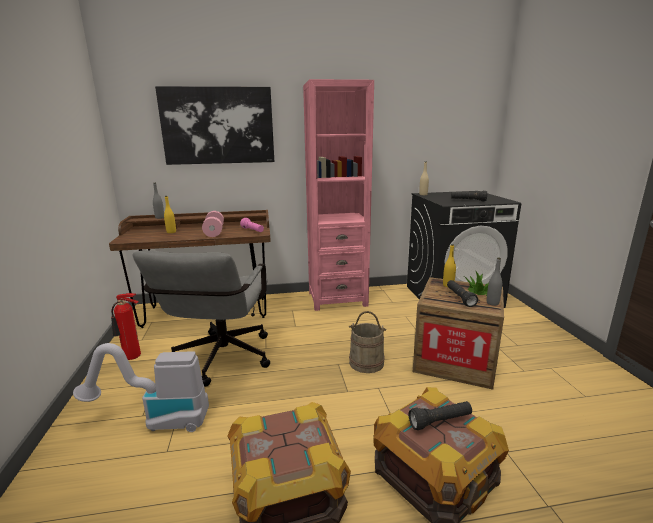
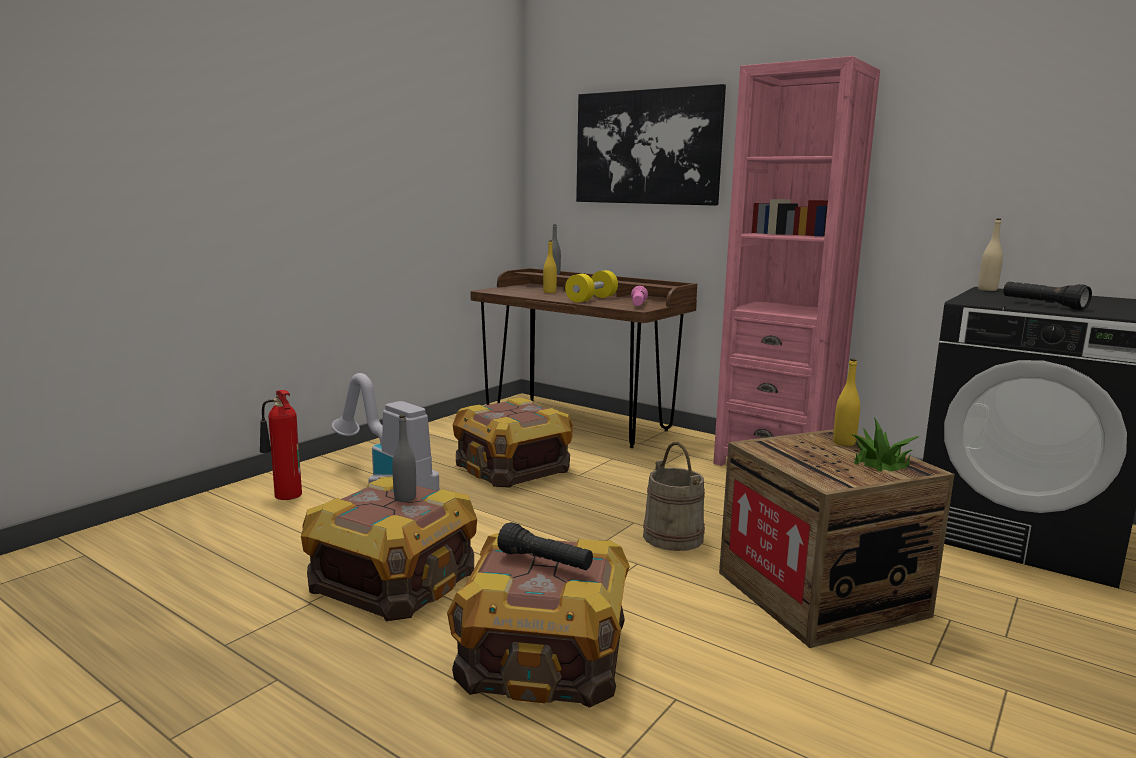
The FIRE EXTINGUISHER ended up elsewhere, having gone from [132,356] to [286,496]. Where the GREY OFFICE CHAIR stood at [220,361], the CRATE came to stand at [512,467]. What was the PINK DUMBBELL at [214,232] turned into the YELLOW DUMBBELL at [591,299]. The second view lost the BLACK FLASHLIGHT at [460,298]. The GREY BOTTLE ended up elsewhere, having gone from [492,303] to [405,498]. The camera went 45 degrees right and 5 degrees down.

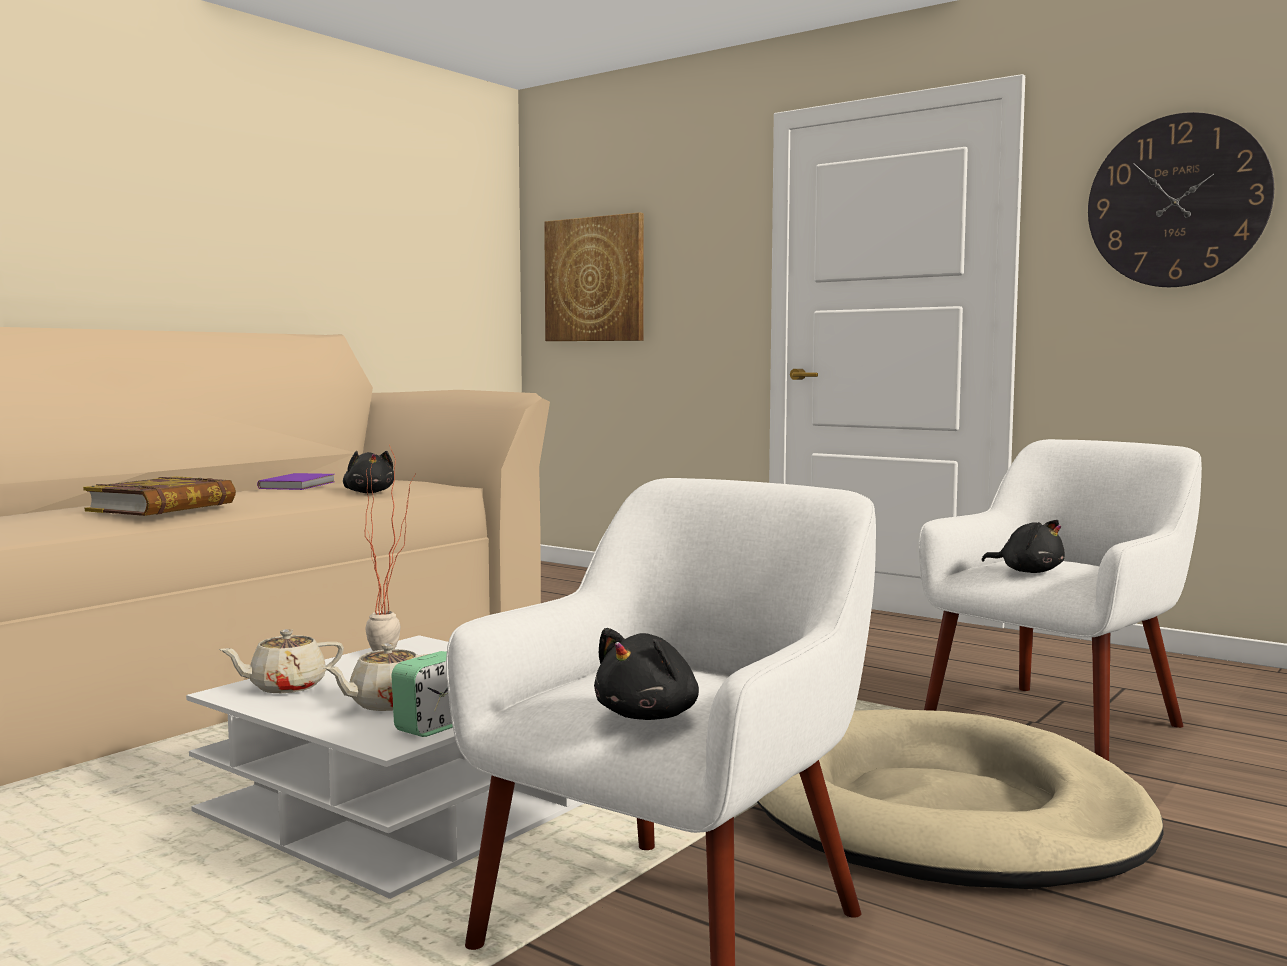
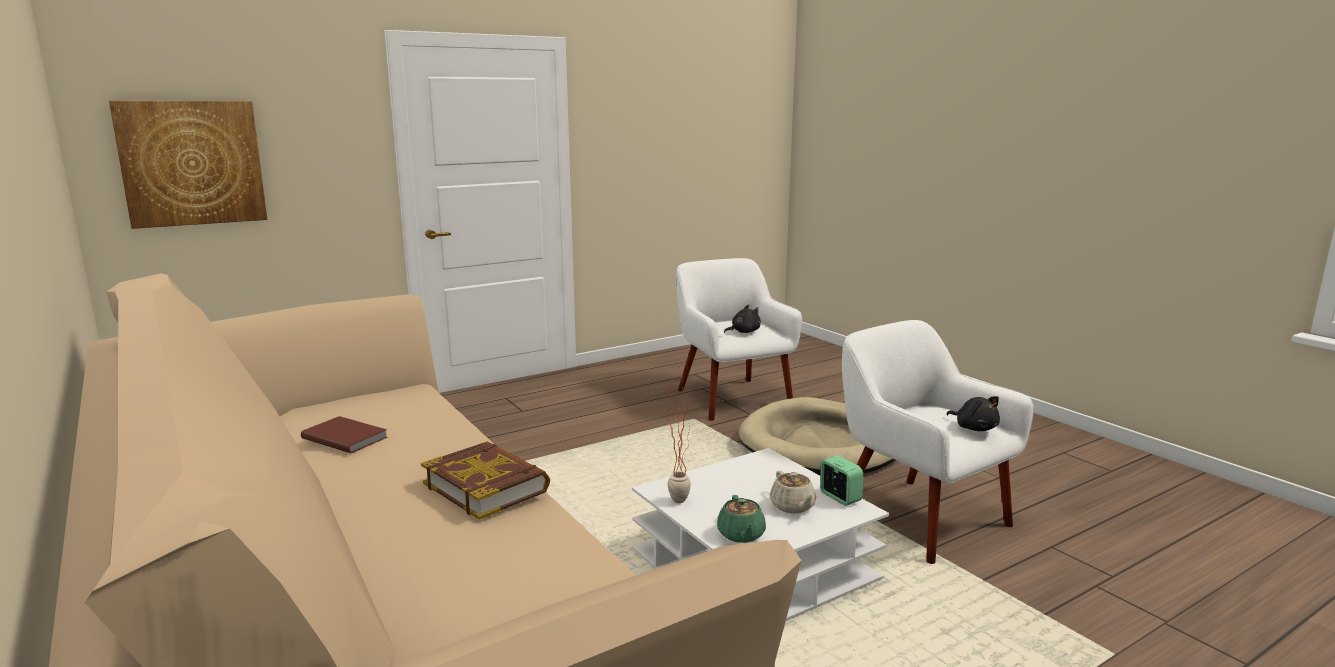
What was the BEIGE TEAPOT at [285,687] turned into the GREEN TEAPOT at [741,535]. What was the PURPLE BOOK at [299,485] turned into the BROWN BOOK at [345,437]. The second view lost the BLACK PLUSH TOY at [369,492]. The second view lost the WALL CLOCK at [1177,201]. The camera went 70 degrees left and 10 degrees up.

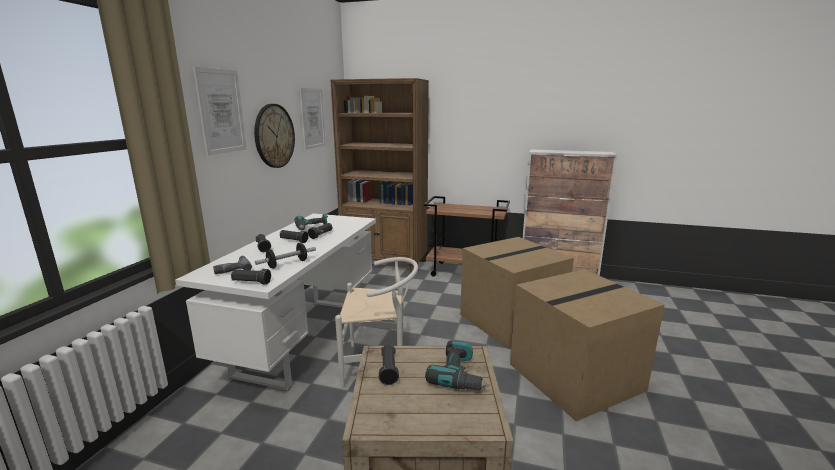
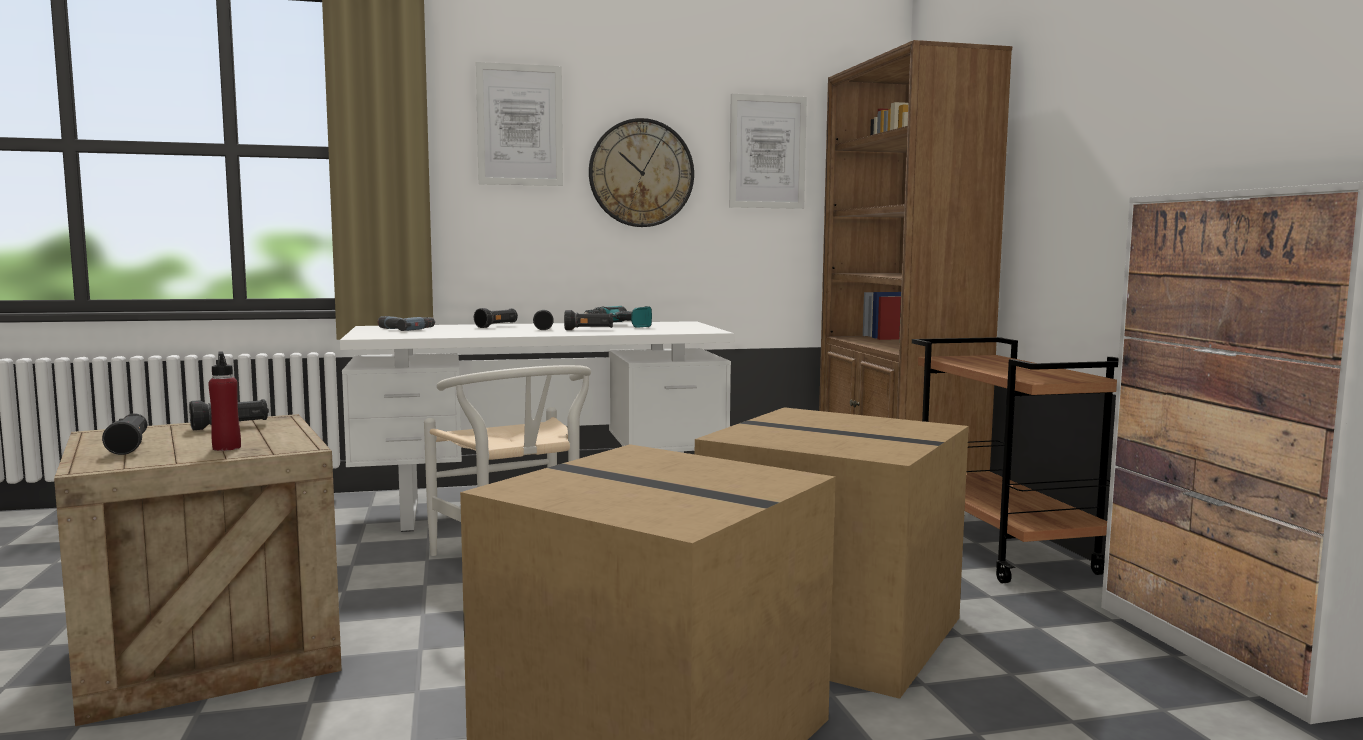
The BLACK FLASHLIGHT ended up elsewhere, having gone from [251,282] to [129,447]. The second view lost the DUMBBELL at [287,264]. Where the POWER DRILL stood at [459,375], the RED BOTTLE came to stand at [226,448]. The camera went 60 degrees right and 10 degrees down.

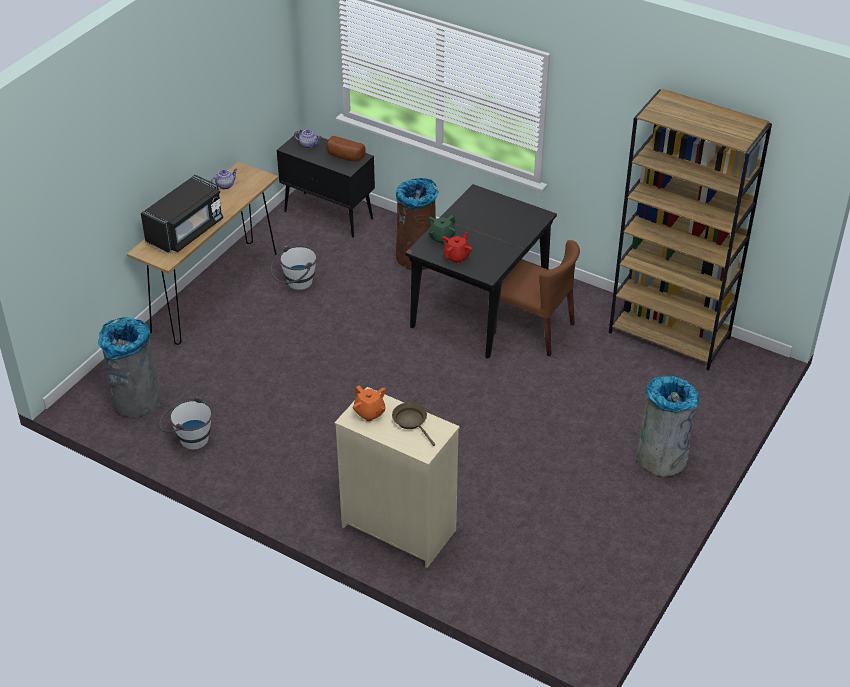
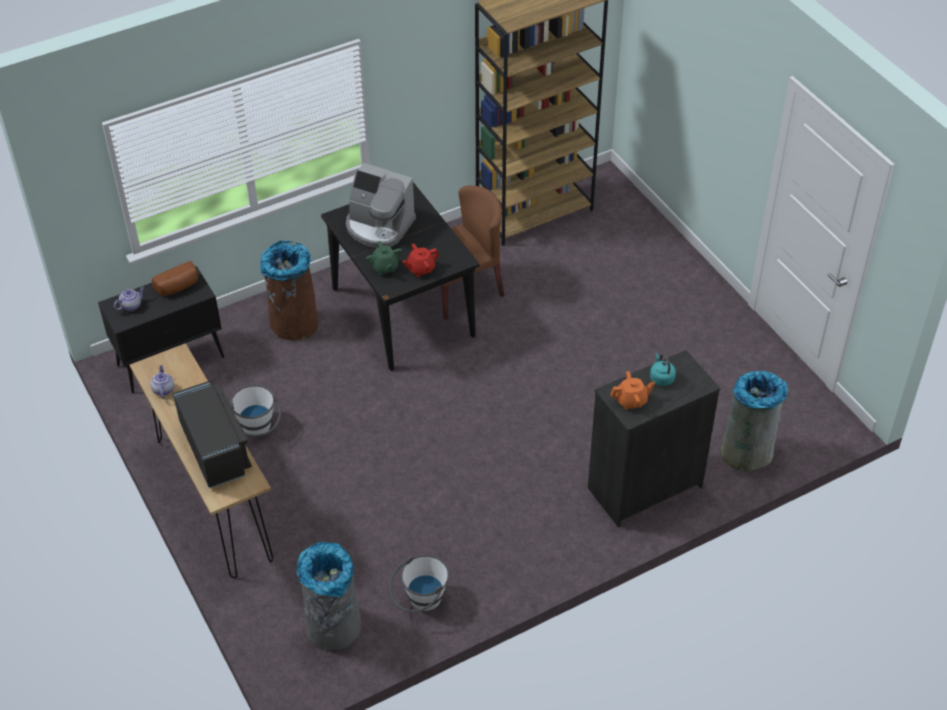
What was the BEIGE DRESSER at [399,528] turned into the BLACK DRESSER at [644,487]. Where the BROWN FRYING PAN stood at [411,422], the TURQUOISE KETTLE came to stand at [661,378]. The RED TEAPOT at [457,257] ended up facing another way, 90 degrees counterclockwise from before. The GREY TRASH CAN ended up elsewhere, having gone from [662,459] to [747,452]. The second view gained the COFFEE MACHINE at [379,226]. The camera went 60 degrees left and 5 degrees up.

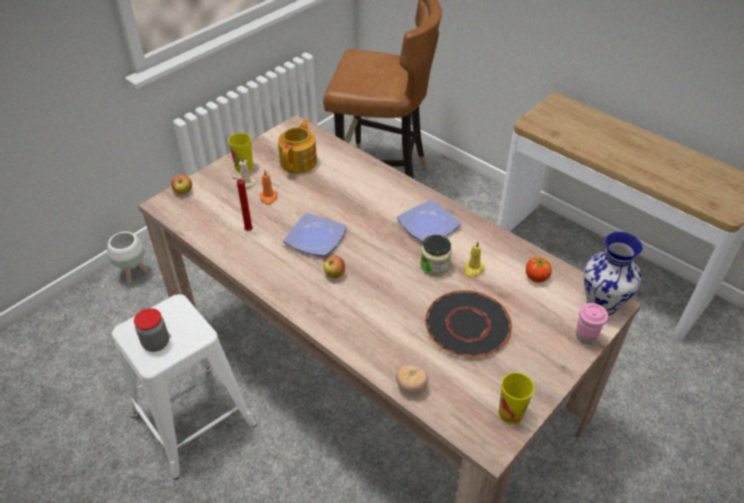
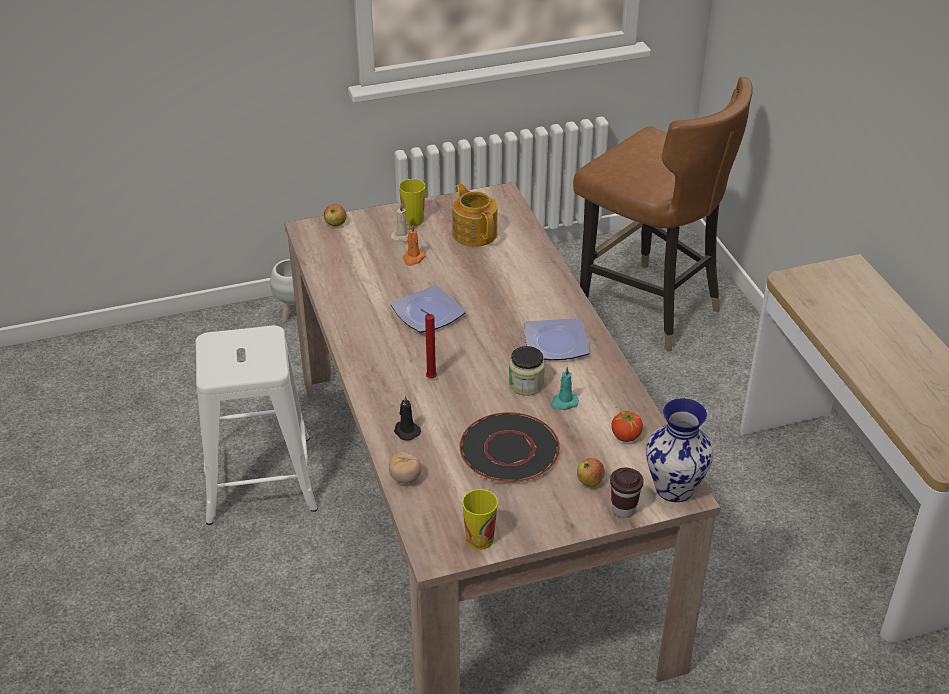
The second view lost the JAR at [156,343]. The RED CANDLE ended up elsewhere, having gone from [247,231] to [429,378]. The TEAPOT at [299,161] ended up facing another way, 75 degrees counterclockwise from before. The APPLE ended up elsewhere, having gone from [334,274] to [590,482]. What was the YELLOW CANDLE at [473,269] turned into the TURQUOISE CANDLE at [563,403]. What was the PINK CUP at [585,336] turned into the BROWN CUP at [623,509]. The second view gained the BLACK CANDLE at [406,431]. The camera went 30 degrees right and 5 degrees down.

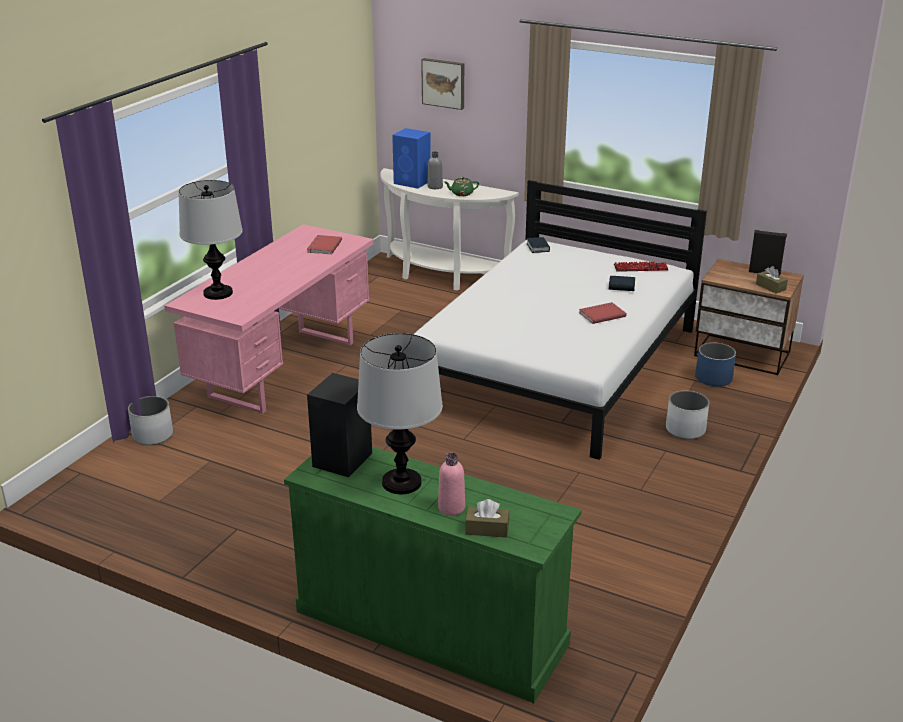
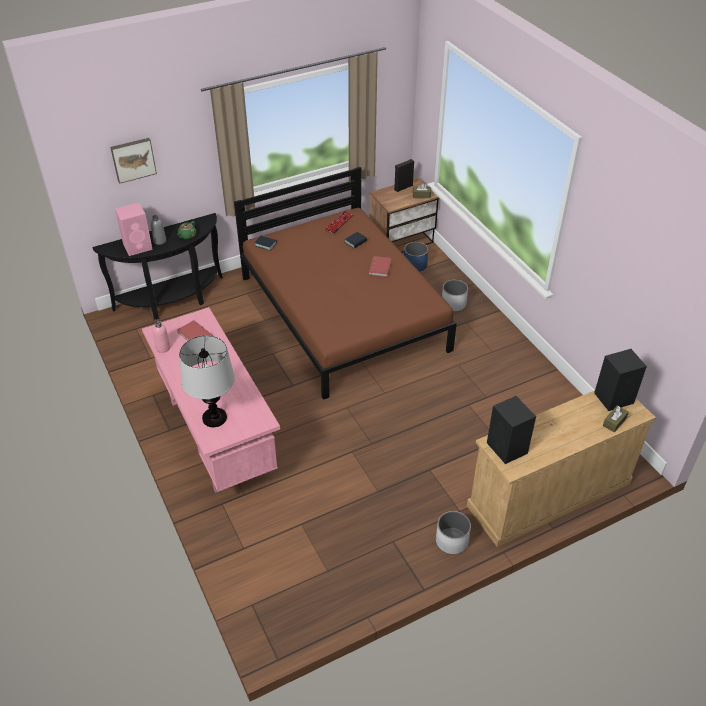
The WHITE PLANTER ended up elsewhere, having gone from [152,435] to [451,541]. What was the GREEN DRESSER at [429,627] turned into the BEIGE DRESSER at [548,495]. The second view lost the TABLE LAMP at [402,483]. What was the WHITE CONSOLE TABLE at [440,276] turned into the BLACK CONSOLE TABLE at [173,301]. What was the BLUE SPEAKER at [413,182] turned into the PINK SPEAKER at [138,246]. What was the WHITE BED at [557,366] turned into the BROWN BED at [343,313]. The PINK BOTTLE ended up elsewhere, having gone from [451,508] to [163,347]. The second view gained the BLACK SPEAKER at [614,398]. The camera went 55 degrees left and 15 degrees up.

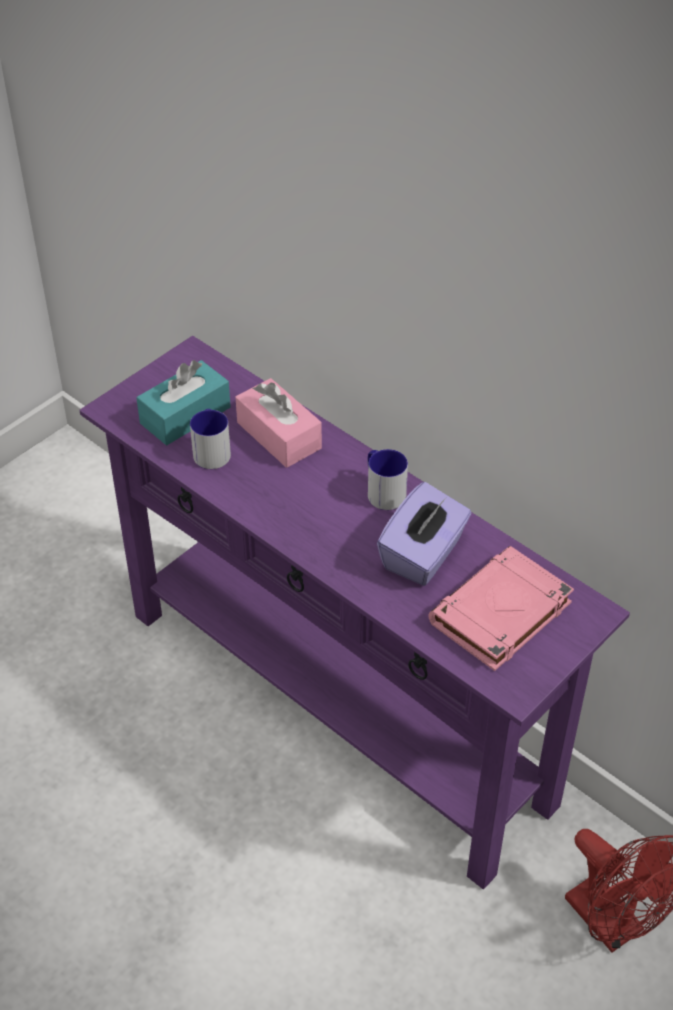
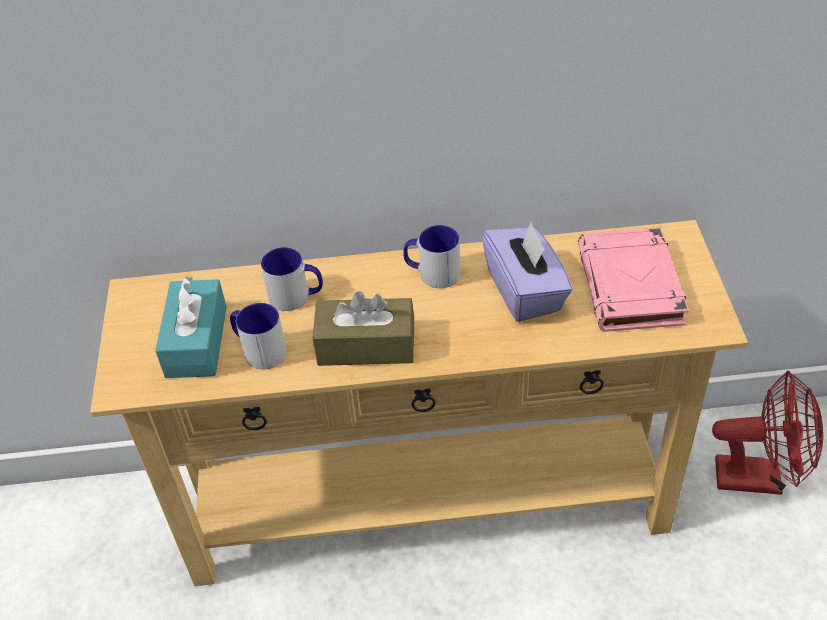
What was the PURPLE CONSOLE TABLE at [337,705] turned into the BEIGE CONSOLE TABLE at [427,506]. Where the PINK TISSUE BOX stood at [279,435], the MUG came to stand at [296,296]. The second view gained the BROWN TISSUE BOX at [366,345]. The camera went 45 degrees left and 0 degrees up.

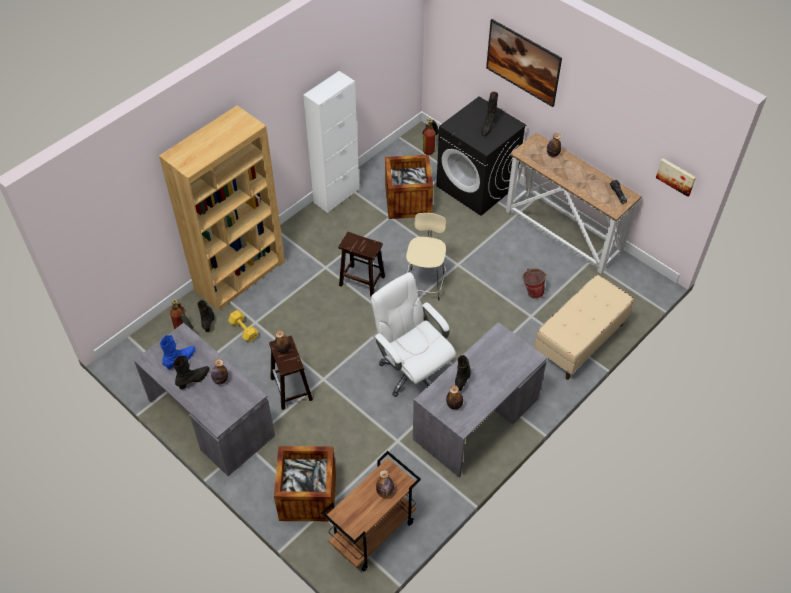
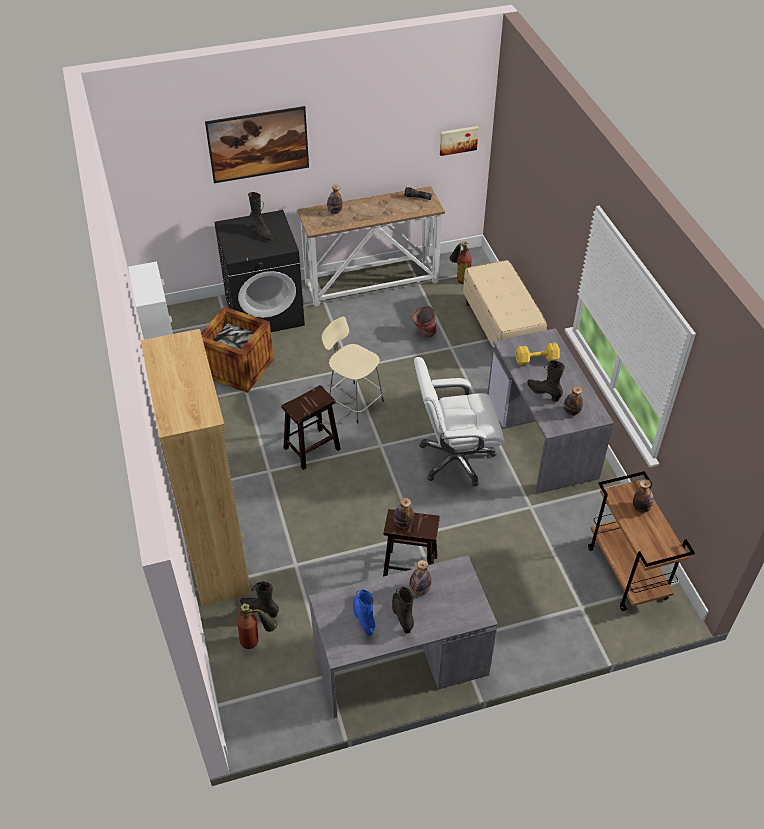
The YELLOW DUMBBELL ended up elsewhere, having gone from [243,329] to [535,360]. The second view lost the CRATE at [308,496]. The FIRE EXTINGUISHER ended up elsewhere, having gone from [430,148] to [460,277]. The camera went 60 degrees left and 5 degrees down.

